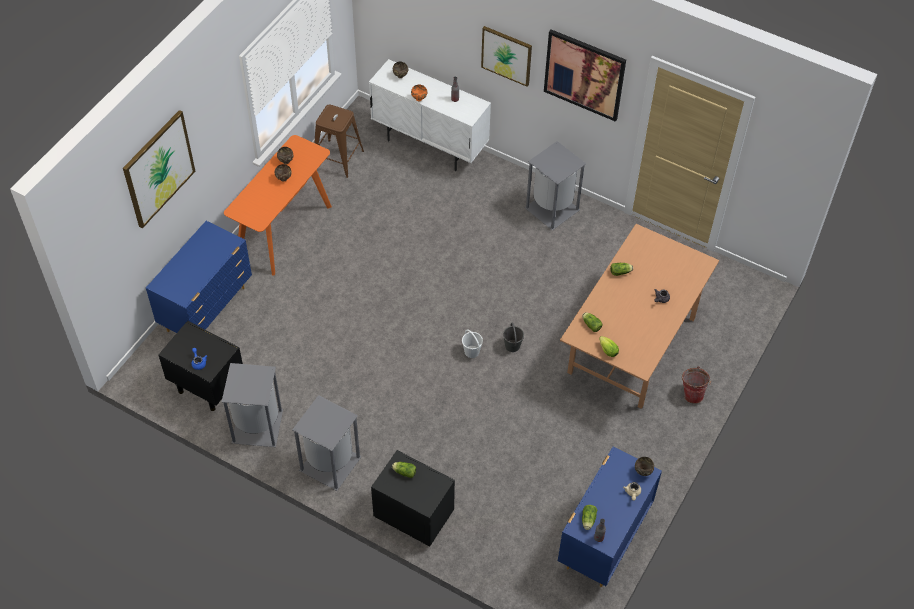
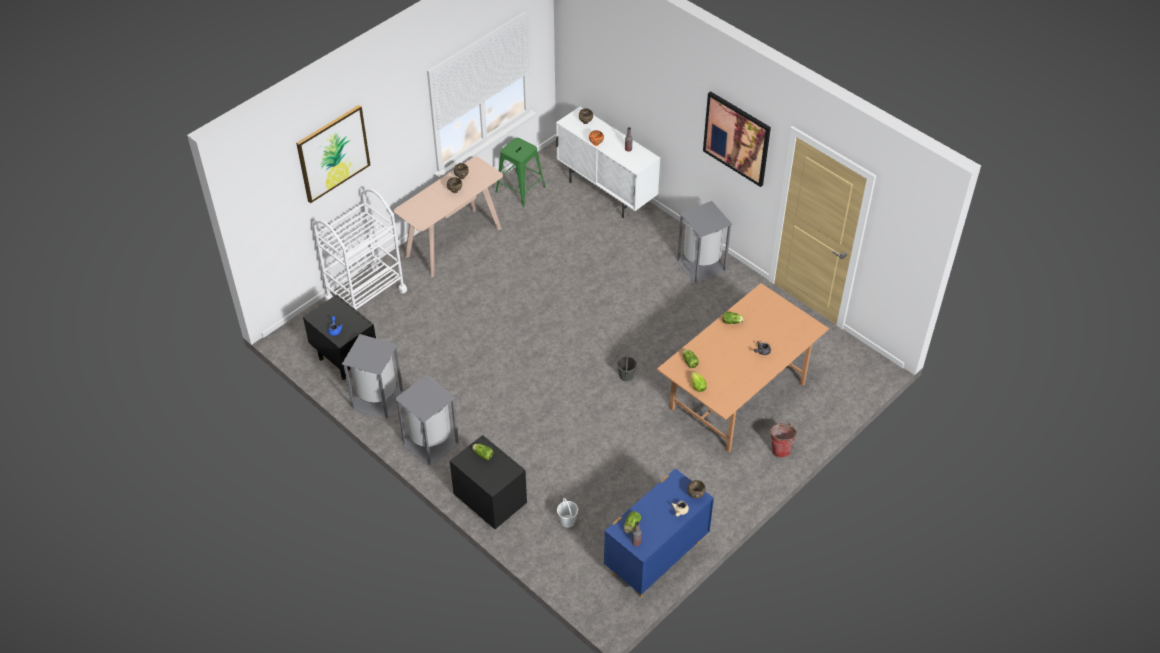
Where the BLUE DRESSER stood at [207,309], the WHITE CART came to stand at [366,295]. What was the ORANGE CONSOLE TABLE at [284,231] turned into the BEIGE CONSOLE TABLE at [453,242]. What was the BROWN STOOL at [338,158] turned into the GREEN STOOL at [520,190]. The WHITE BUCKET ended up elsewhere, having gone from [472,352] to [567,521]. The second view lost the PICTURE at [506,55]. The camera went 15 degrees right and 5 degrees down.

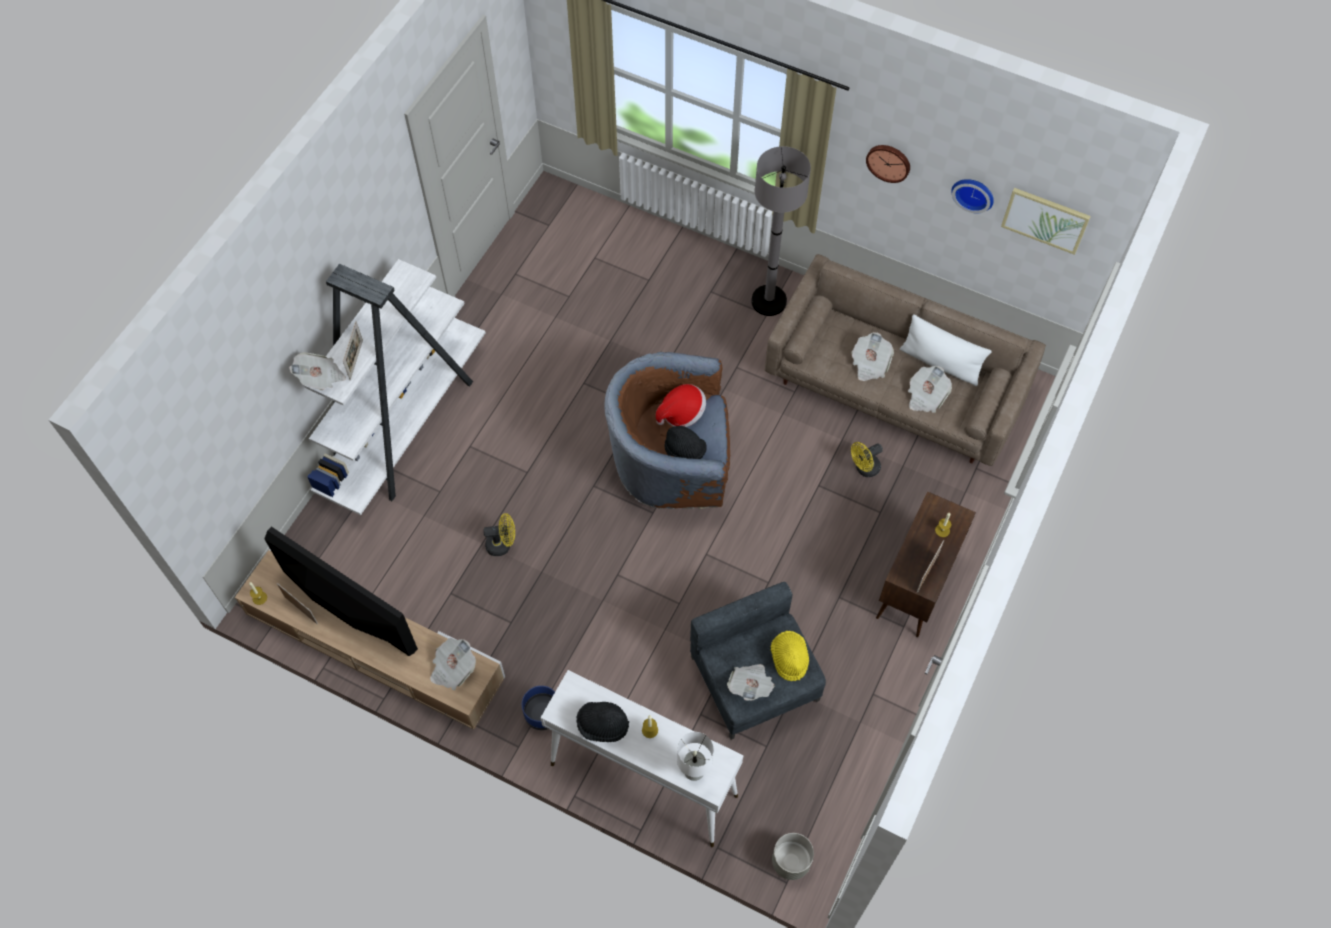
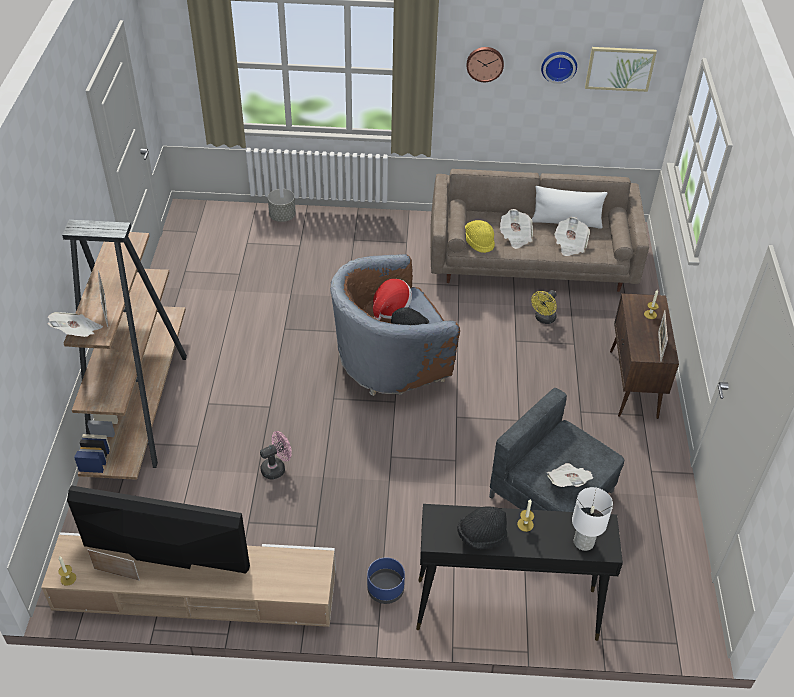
What was the WHITE BOOKCASE at [406,424] turned into the BROWN BOOKCASE at [140,405]. The second view lost the NEWSPAPER at [453,669]. What was the YELLOW FAN at [502,544] turned into the PINK FAN at [276,468]. What was the WHITE CONSOLE TABLE at [642,780] turned into the BLACK CONSOLE TABLE at [505,609]. The second view lost the GREY FLOOR LAMP at [769,301]. The YELLOW HAT ended up elsewhere, having gone from [789,659] to [478,242]. The GREY PLANTER ended up elsewhere, having gone from [791,861] to [282,216]. The camera went 25 degrees left and 15 degrees down.

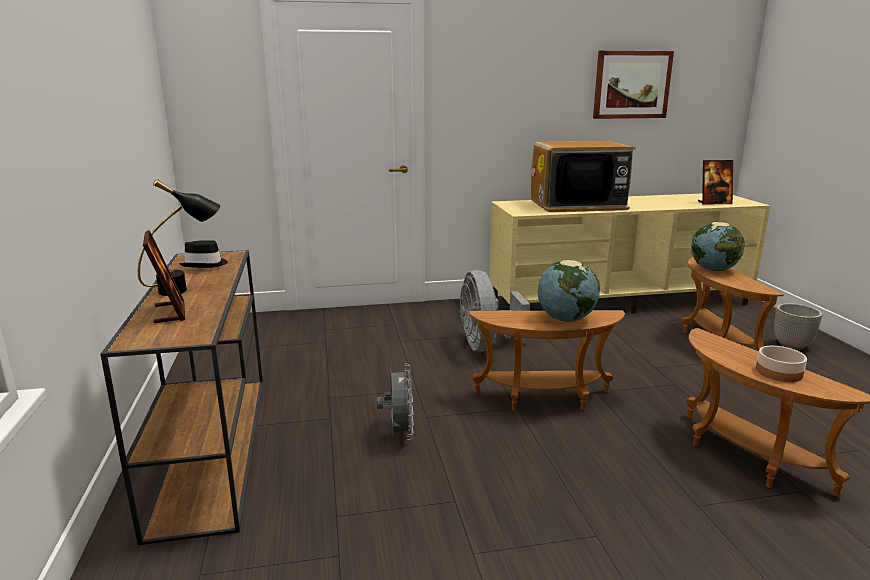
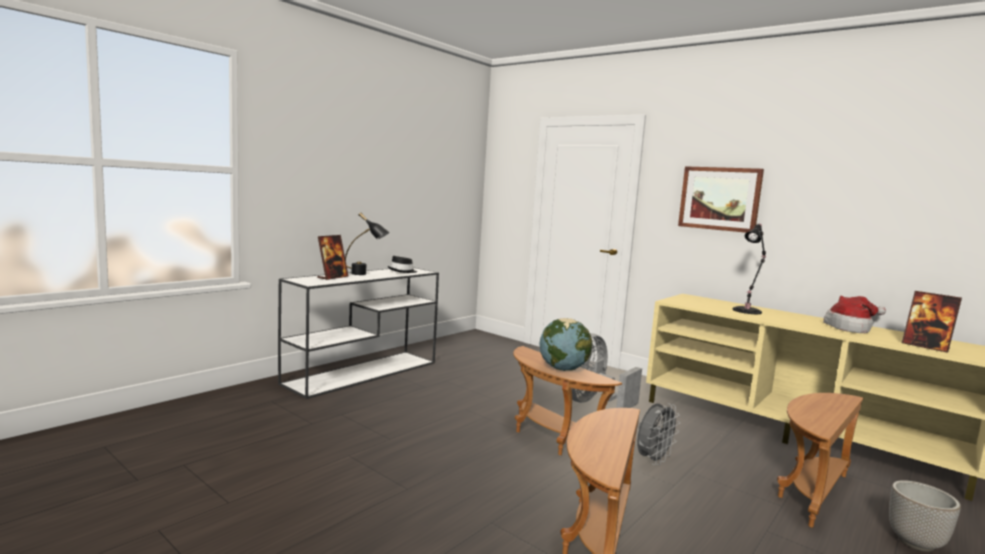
What was the BROWN CONSOLE TABLE at [213,445] turned into the WHITE CONSOLE TABLE at [363,372]. The GREY FAN ended up elsewhere, having gone from [399,434] to [653,460]. Where the TELEVISION stood at [577,205], the BLACK TABLE LAMP came to stand at [748,311]. The PICTURE ended up elsewhere, having gone from [631,85] to [719,198]. The second view lost the GLOBE at [713,269]. The second view lost the BOWL at [778,372]. The second view gained the HAT at [851,328]. The camera went 50 degrees right and 10 degrees down.

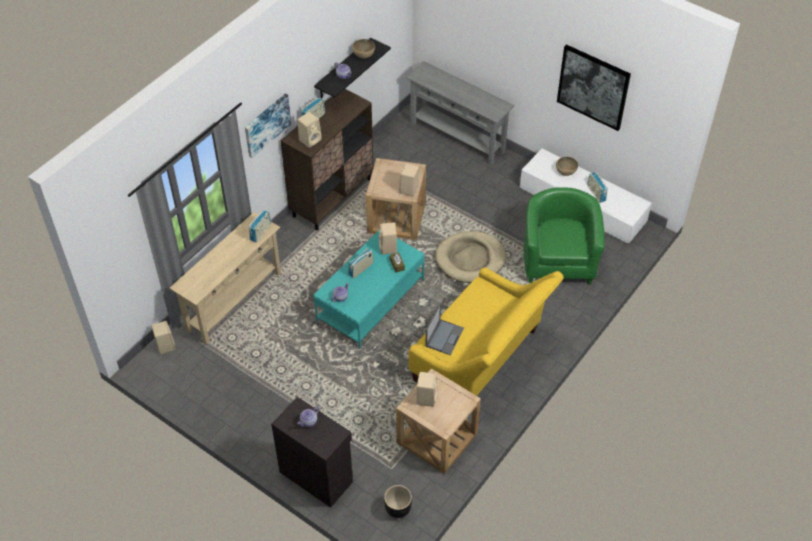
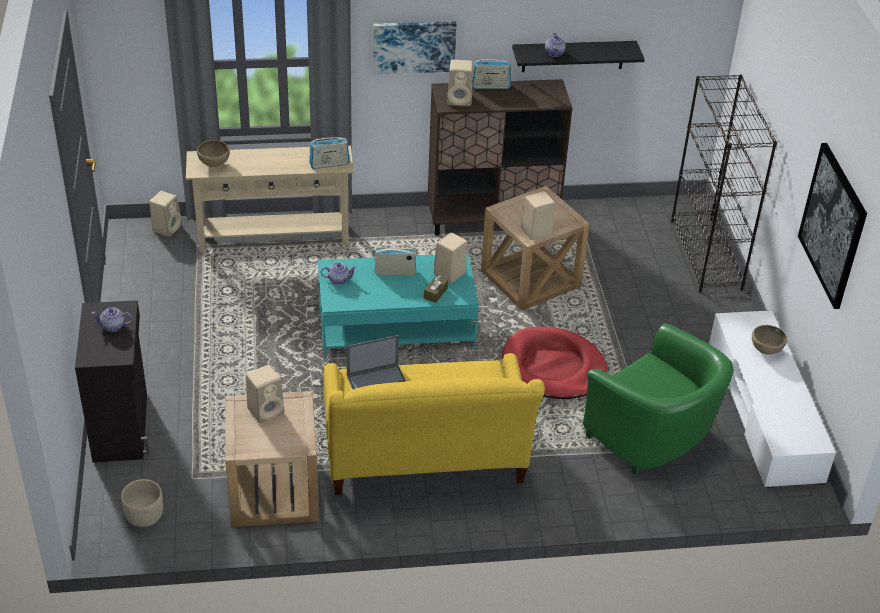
The BROWN BOWL ended up elsewhere, having gone from [364,56] to [214,165]. What was the BLACK PLANTER at [397,508] turned into the BEIGE PLANTER at [145,516]. Where the GREY CONSOLE TABLE stood at [457,137], the BLACK BOOKCASE came to stand at [706,255]. What was the BEIGE DOG BED at [470,259] turned into the RED DOG BED at [553,367]. The GREEN ARMCHAIR at [558,260] ended up facing another way, 90 degrees clockwise from before. The second view lost the RADIO at [596,193]. The camera went 45 degrees right and 10 degrees down.

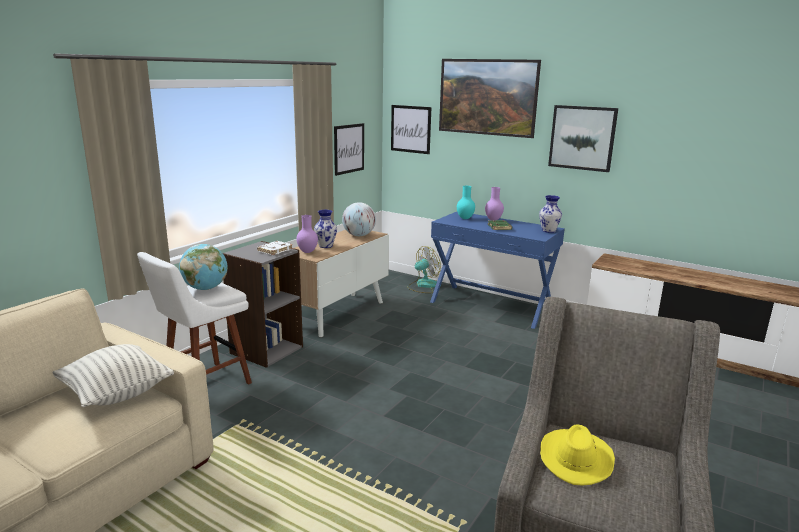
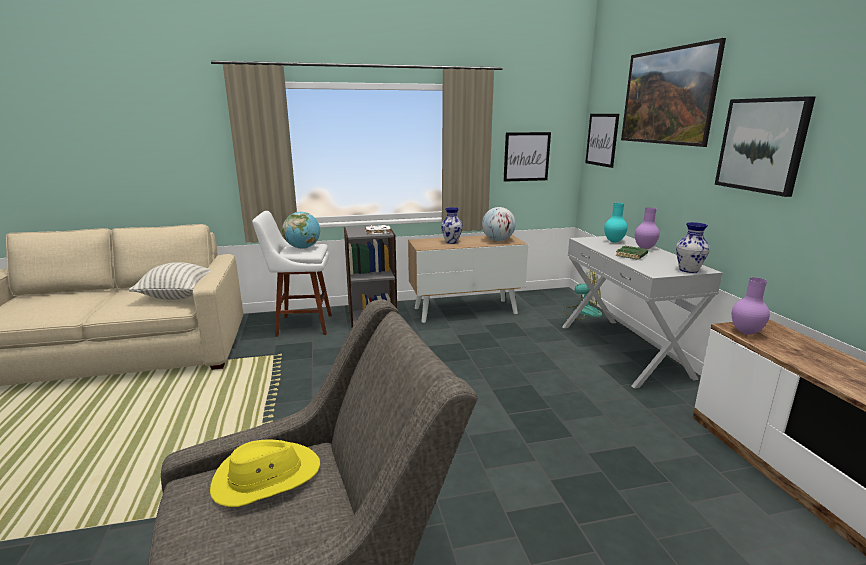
The PURPLE VASE ended up elsewhere, having gone from [307,252] to [745,332]. What was the BLUE CONSOLE TABLE at [491,305] turned into the WHITE CONSOLE TABLE at [623,350]. The camera went 45 degrees right and 0 degrees up.

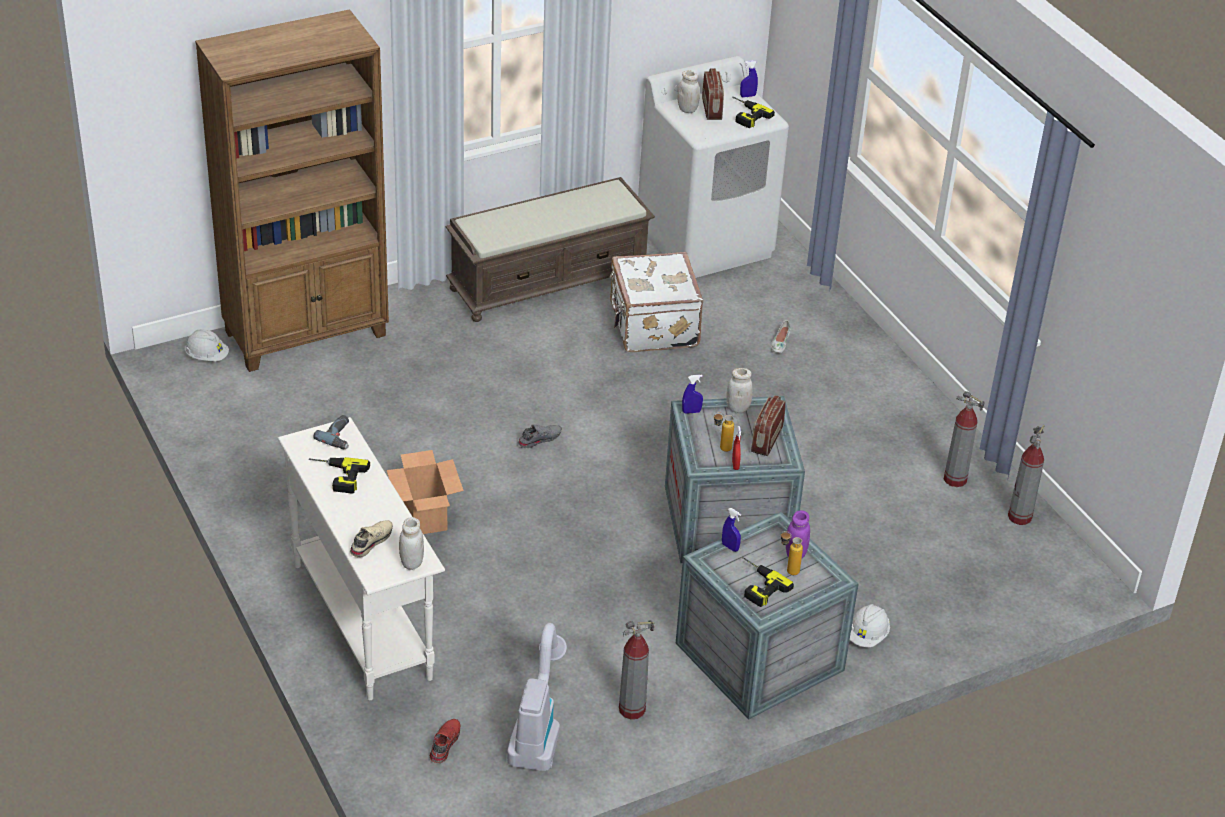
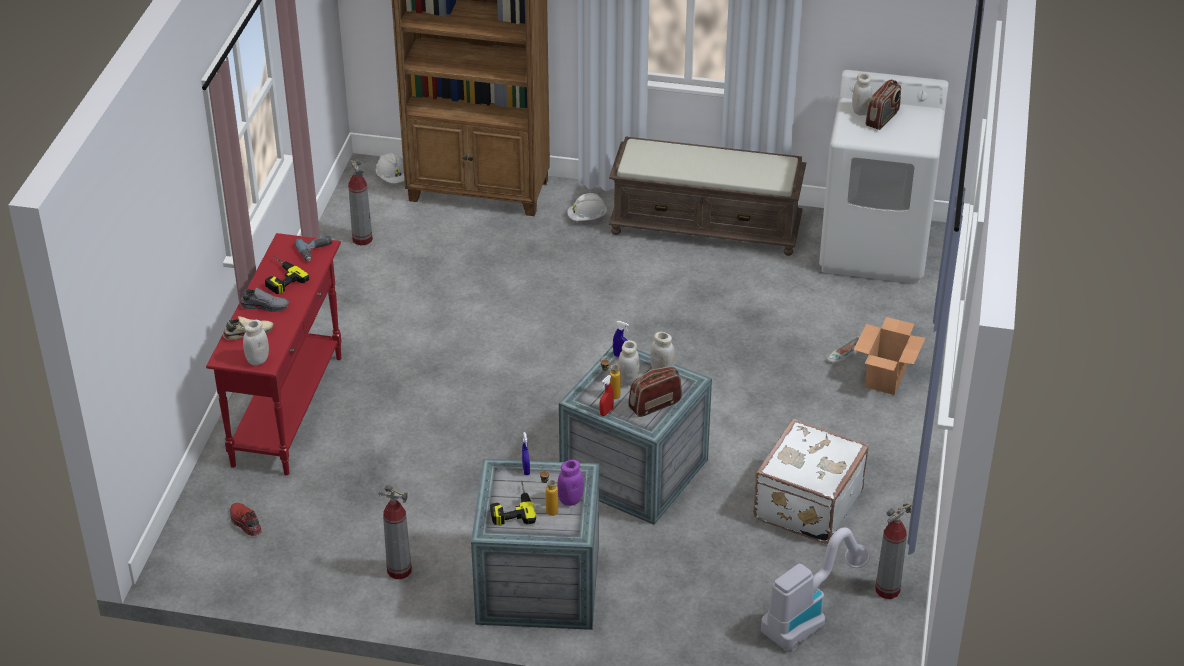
What was the WHITE CONSOLE TABLE at [362,620] turned into the RED CONSOLE TABLE at [288,410]. The CARDBOARD BOX ended up elsewhere, having gone from [426,517] to [885,378]. The RED SHOE at [444,744] ended up facing another way, 90 degrees counterclockwise from before. The VACUUM CLEANER ended up elsewhere, having gone from [538,728] to [808,616]. The GREY SHOE ended up elsewhere, having gone from [539,439] to [265,305]. The WHITE SUITCASE ended up elsewhere, having gone from [652,326] to [806,504]. The second view lost the POWER DRILL at [744,115]. The second view lost the BLUE SPRAY BOTTLE at [747,96]. The WHITE HARD HAT ended up elsewhere, having gone from [867,636] to [587,218]. The FIRE EXTINGUISHER ended up elsewhere, having gone from [954,479] to [362,239]. The second view gained the WHITE JAR at [628,380]. The camera went 40 degrees right and 0 degrees up.

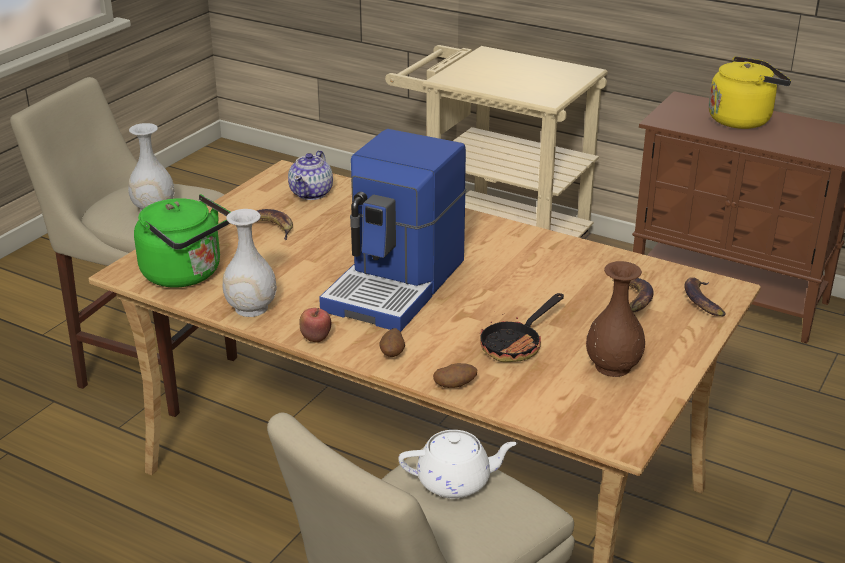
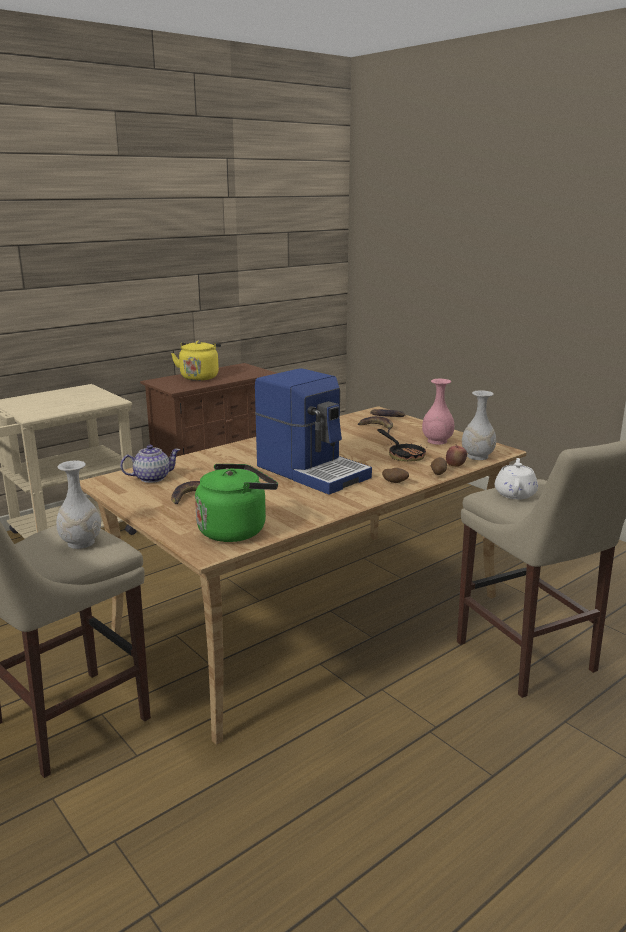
The WHITE VASE ended up elsewhere, having gone from [251,308] to [477,456]. The TEAPOT at [312,193] ended up facing another way, 60 degrees counterclockwise from before. The APPLE ended up elsewhere, having gone from [315,339] to [455,466]. What was the BROWN VASE at [613,366] turned into the PINK VASE at [437,441]. The camera went 70 degrees left and 10 degrees down.

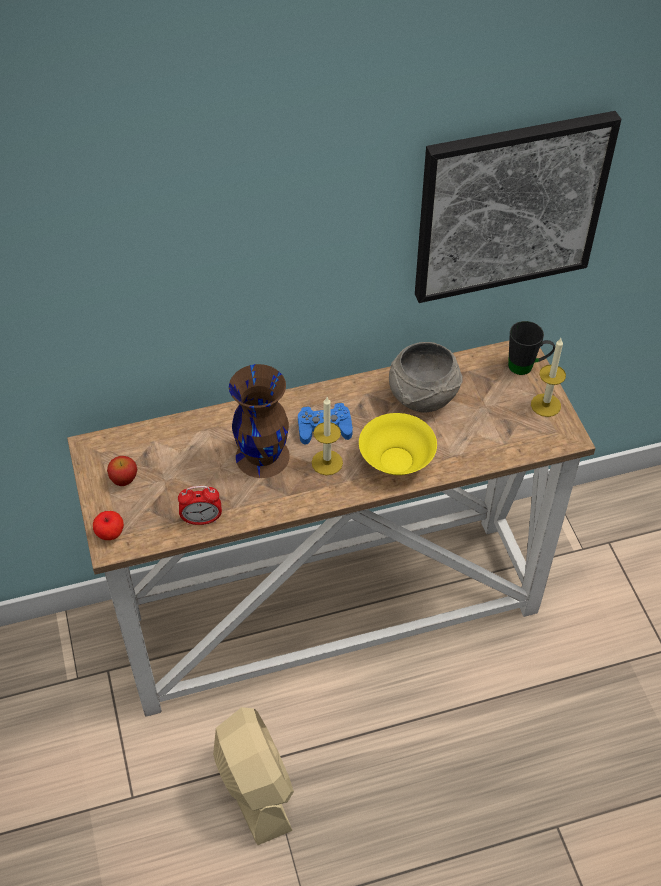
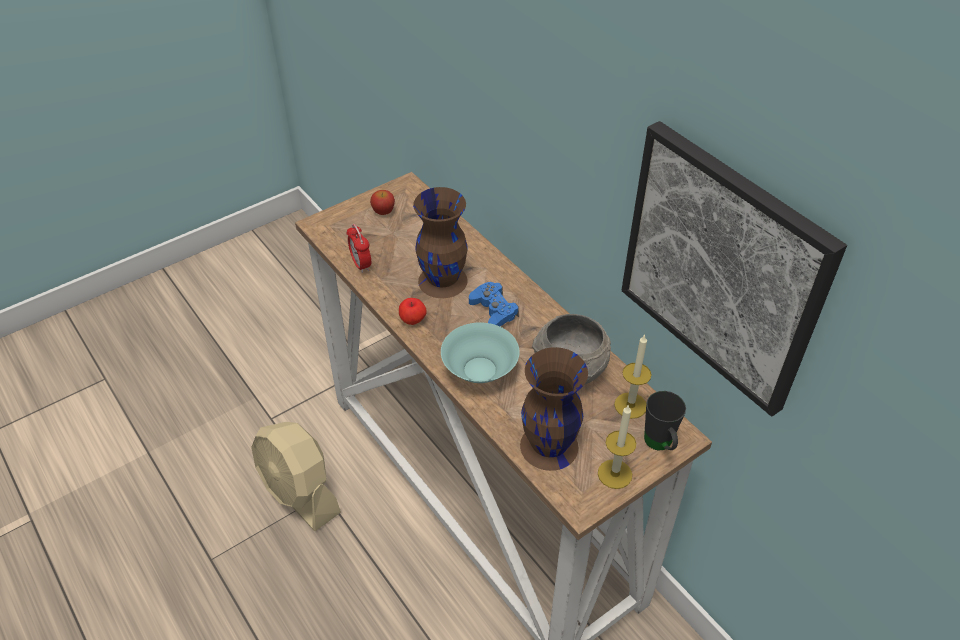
The APPLE ended up elsewhere, having gone from [110,533] to [413,320]. The BEIGE FAN at [254,786] ended up facing another way, 90 degrees clockwise from before. The CANDLE ended up elsewhere, having gone from [327,462] to [630,405]. What was the YELLOW BOWL at [396,461] turned into the TURQUOISE BOWL at [479,370]. The second view gained the BROWN VASE at [548,446]. The camera went 70 degrees right and 5 degrees down.

